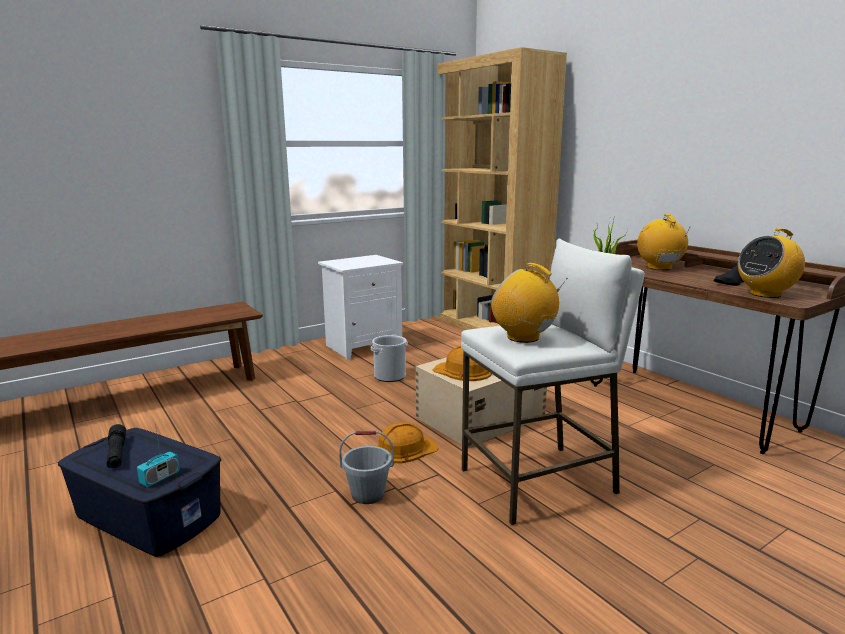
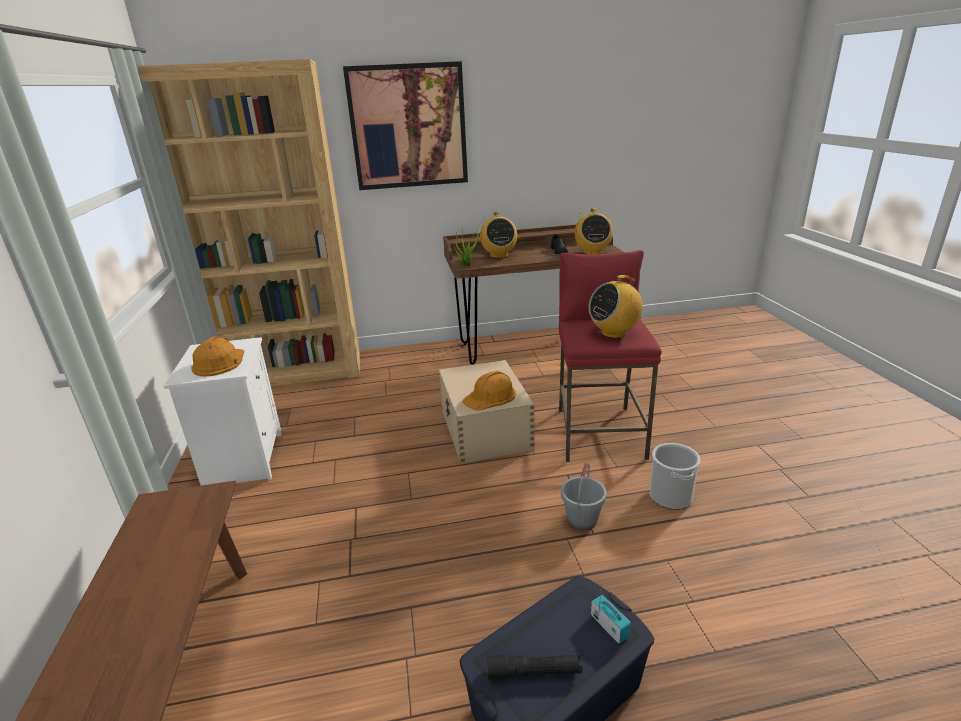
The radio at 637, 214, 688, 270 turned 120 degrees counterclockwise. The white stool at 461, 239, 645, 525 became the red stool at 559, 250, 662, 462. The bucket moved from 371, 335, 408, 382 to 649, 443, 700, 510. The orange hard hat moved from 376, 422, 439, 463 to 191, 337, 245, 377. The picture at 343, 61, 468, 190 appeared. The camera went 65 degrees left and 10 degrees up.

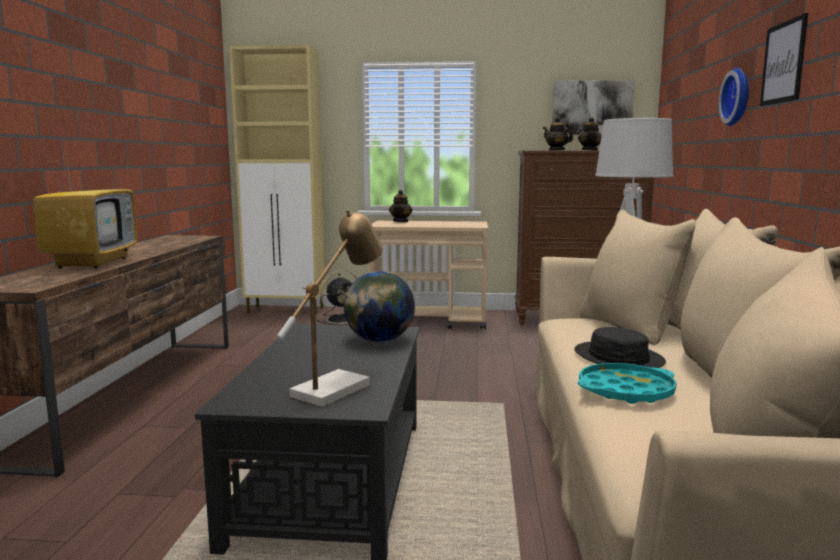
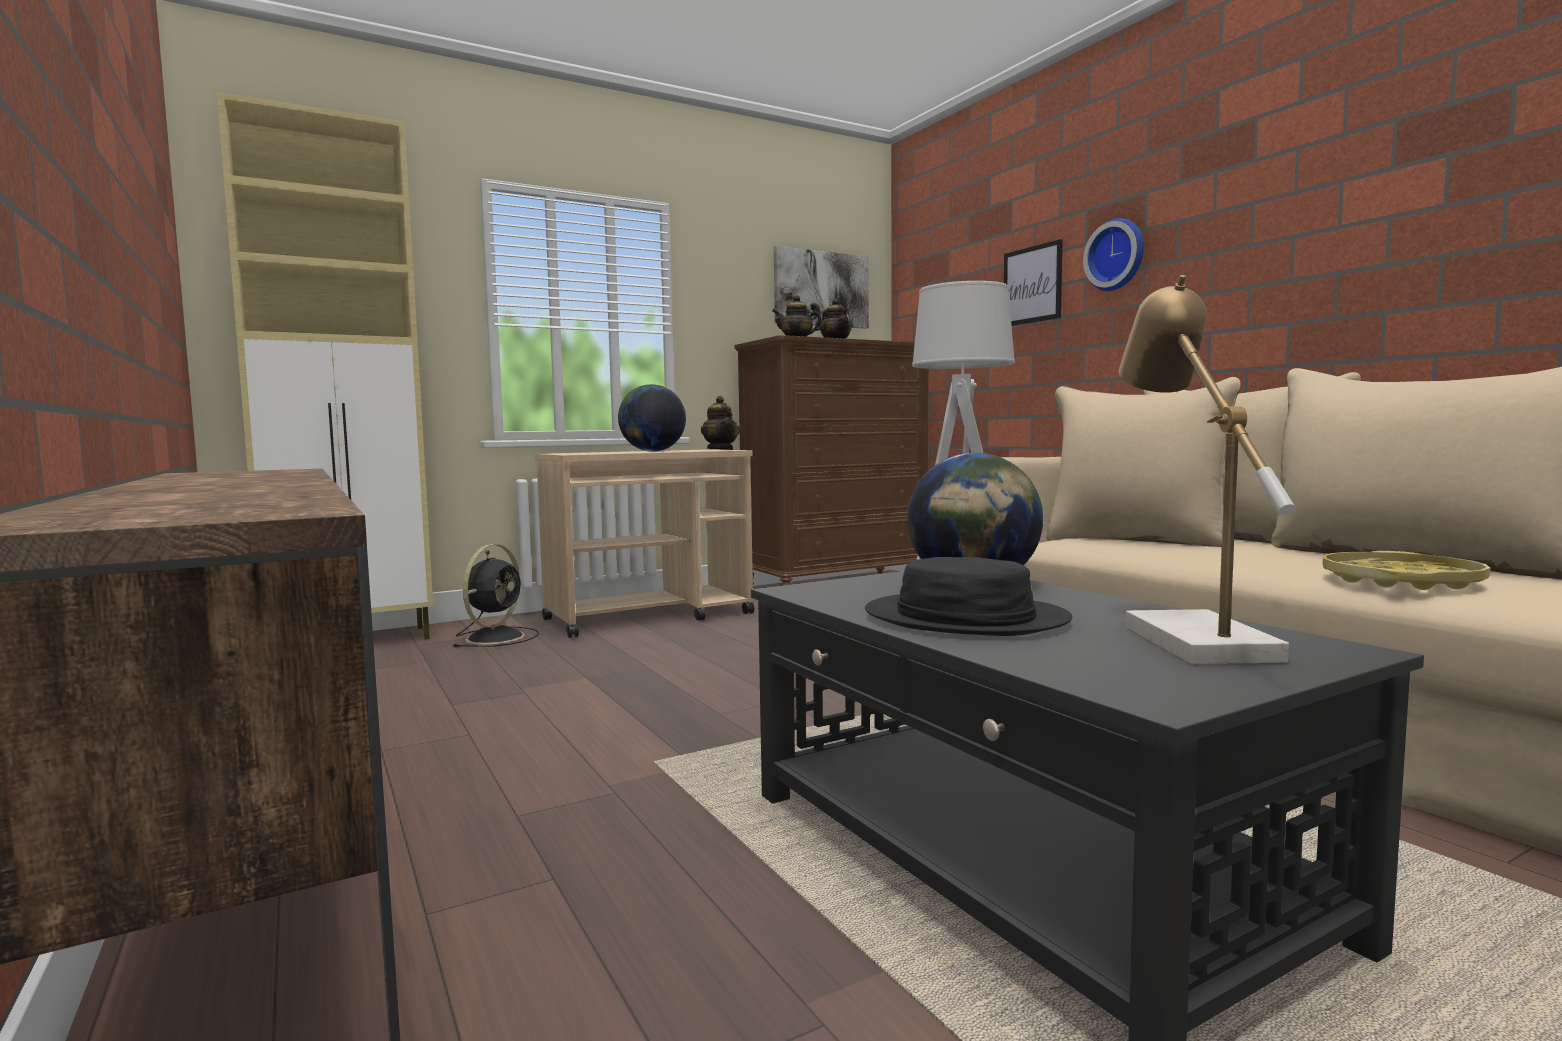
The picture moved from 760, 13, 808, 106 to 1004, 239, 1063, 326. The television at 33, 142, 137, 269 disappeared. The teapot moved from 389, 190, 412, 222 to 701, 396, 740, 450. The black hat moved from 574, 327, 666, 368 to 865, 557, 1072, 636. The turquoise tray at 578, 363, 677, 404 became the yellow tray at 1323, 551, 1490, 590. The globe at 618, 384, 686, 452 appeared. The camera went 35 degrees left and 5 degrees down.

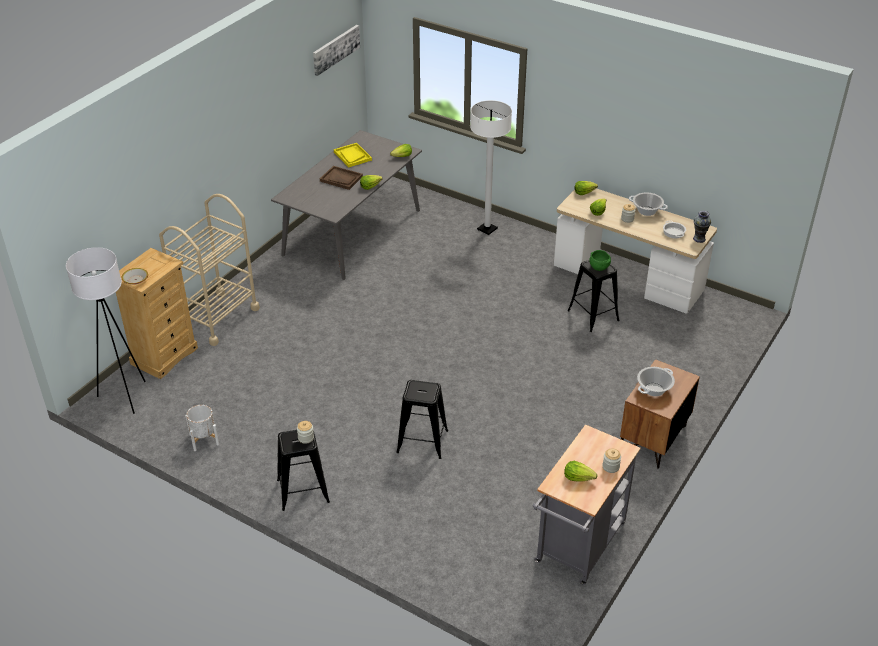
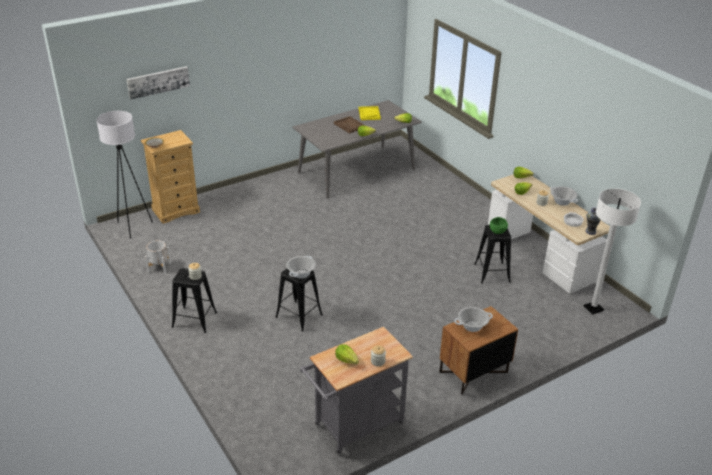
The picture moved from 313, 25, 360, 76 to 127, 66, 190, 100. The white floor lamp moved from 470, 100, 512, 235 to 584, 188, 641, 314. The beige cart at 159, 194, 260, 346 disappeared. The cooking pot at 286, 256, 316, 278 appeared. The camera went 25 degrees right and 5 degrees down.

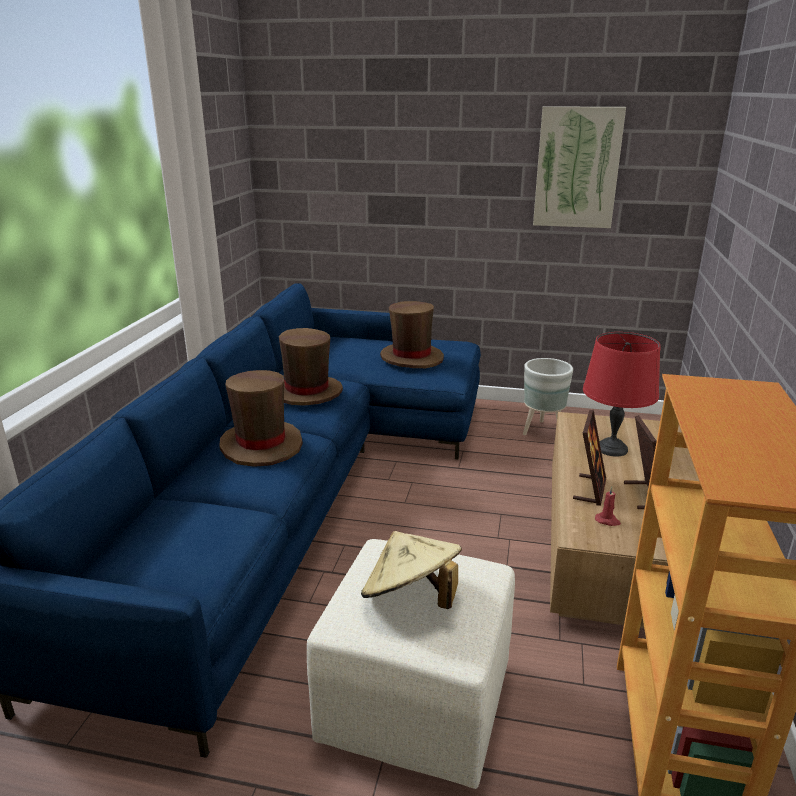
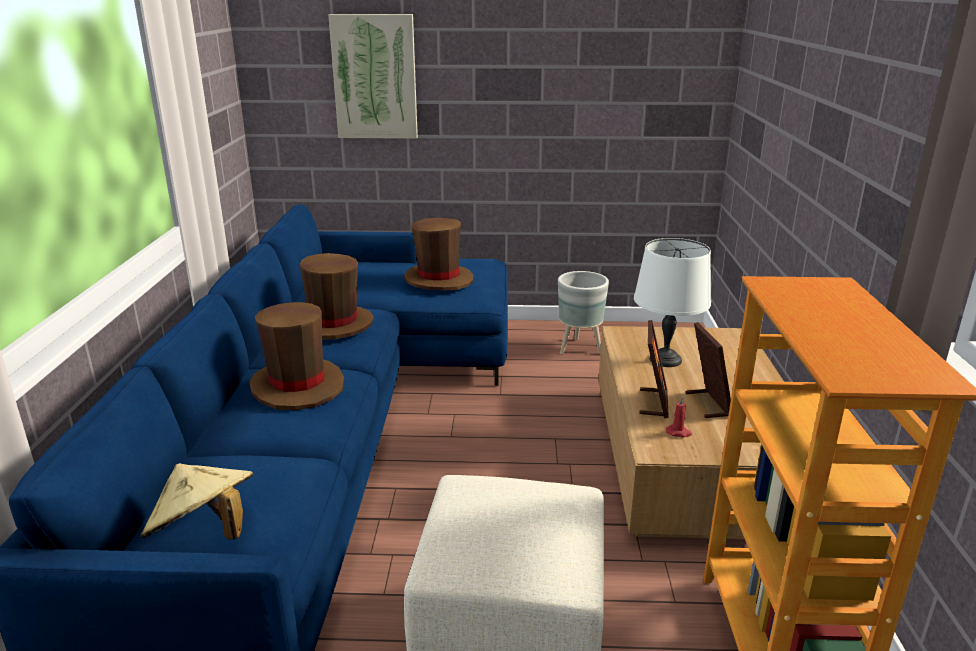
The picture moved from 533, 106, 626, 228 to 328, 14, 418, 139. The red table lamp at 583, 332, 660, 457 became the white table lamp at 634, 238, 711, 367. The beige hat moved from 361, 531, 462, 609 to 140, 463, 253, 540. The camera went 10 degrees left and 0 degrees up.

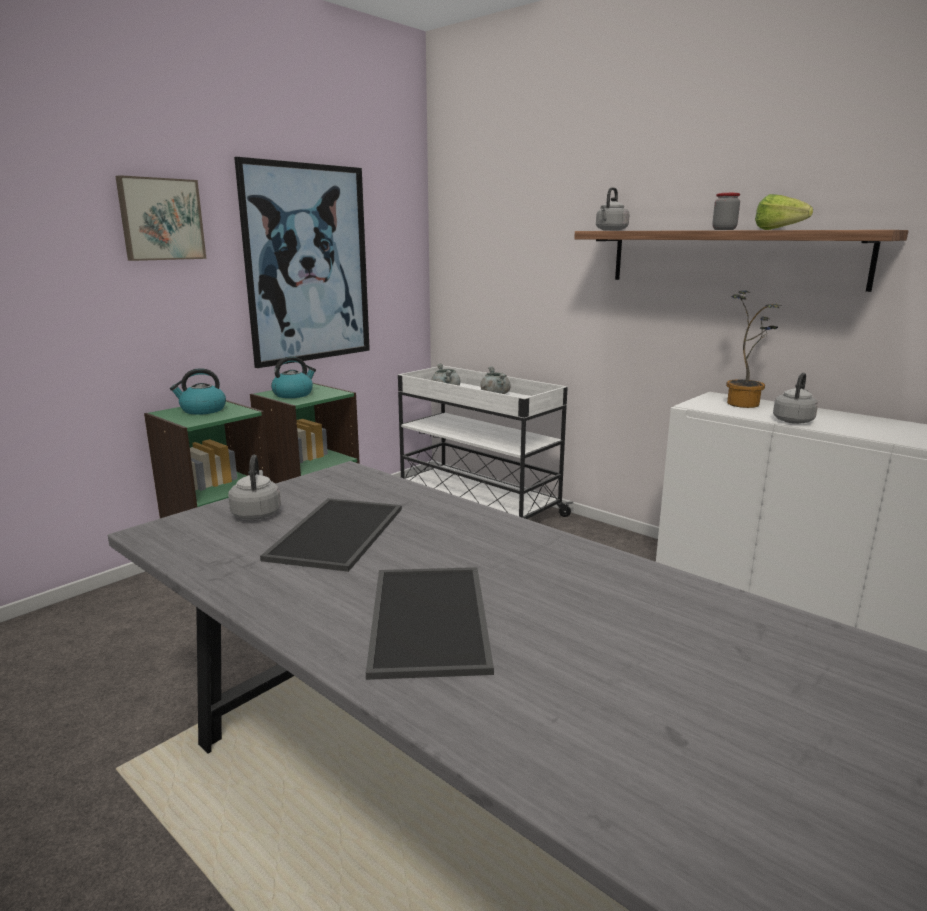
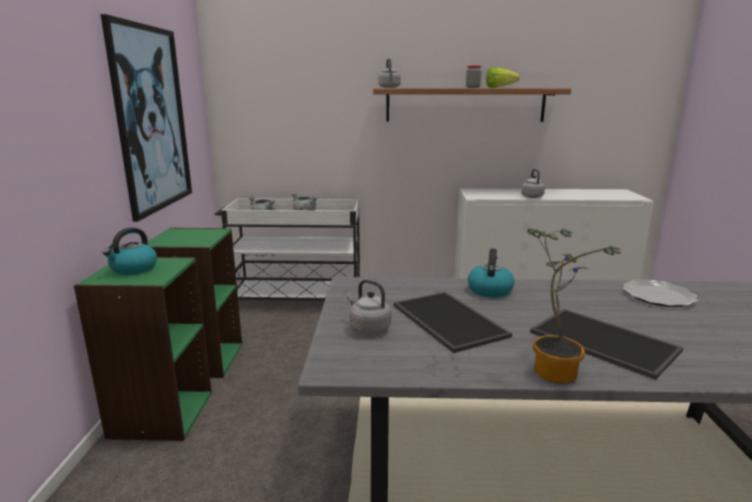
The picture at 115, 175, 206, 261 disappeared. The potted plant moved from 726, 290, 781, 408 to 527, 229, 621, 384. The kettle moved from 271, 356, 316, 398 to 468, 248, 515, 298. The plate at 623, 280, 698, 307 appeared. The camera went 40 degrees left and 0 degrees up.

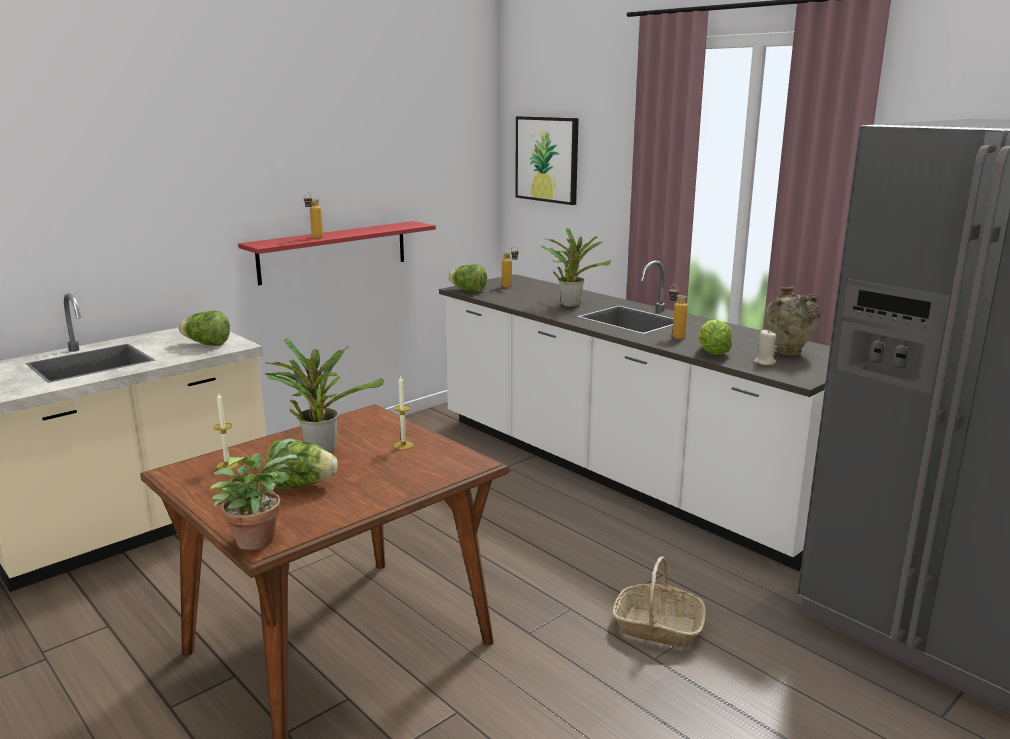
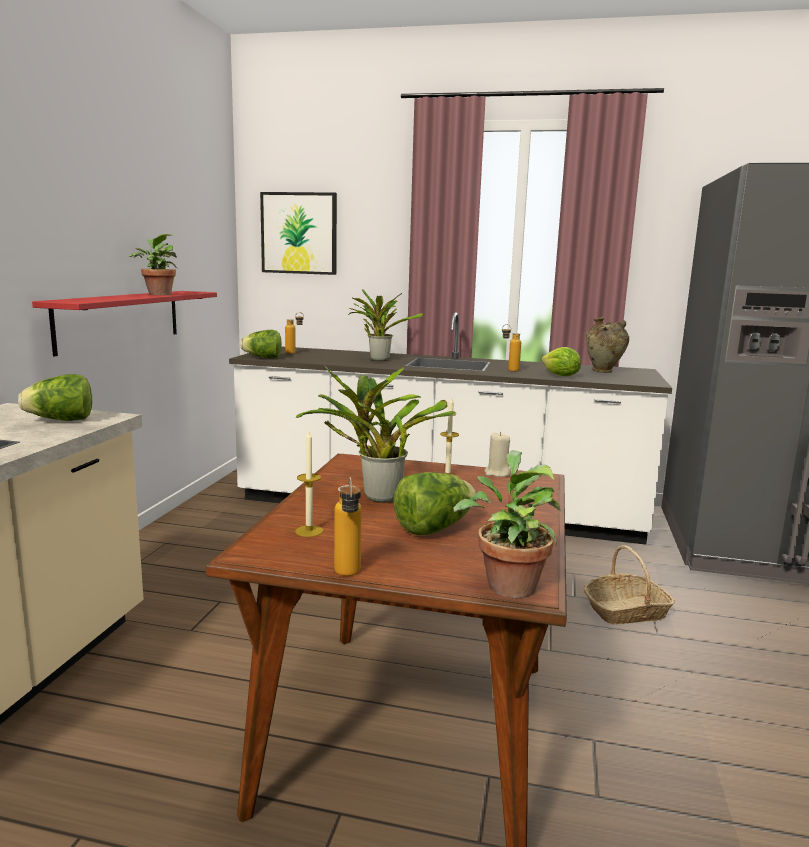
The bottle moved from 304, 192, 323, 238 to 334, 477, 362, 576. The beige candle moved from 753, 330, 777, 365 to 485, 432, 511, 477. The potted plant at 129, 234, 178, 295 appeared. The camera went 35 degrees left and 5 degrees down.

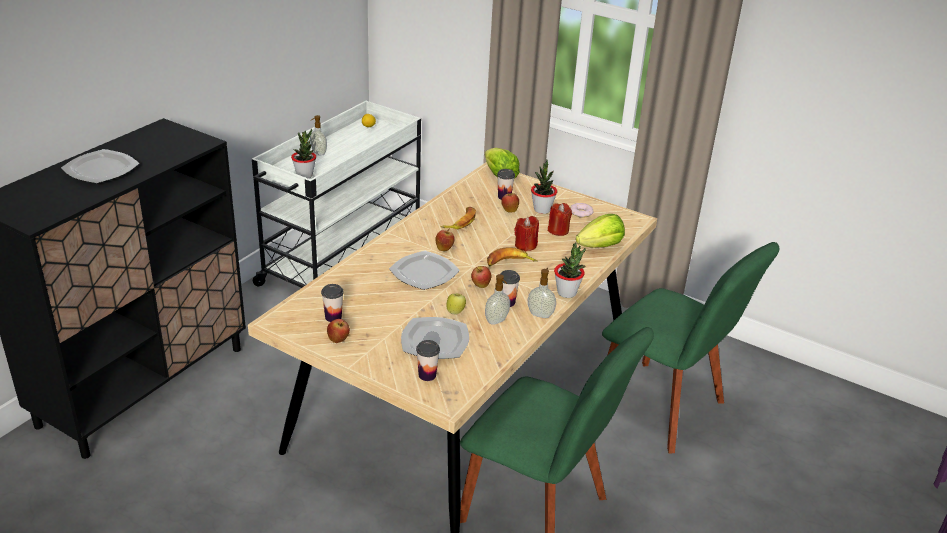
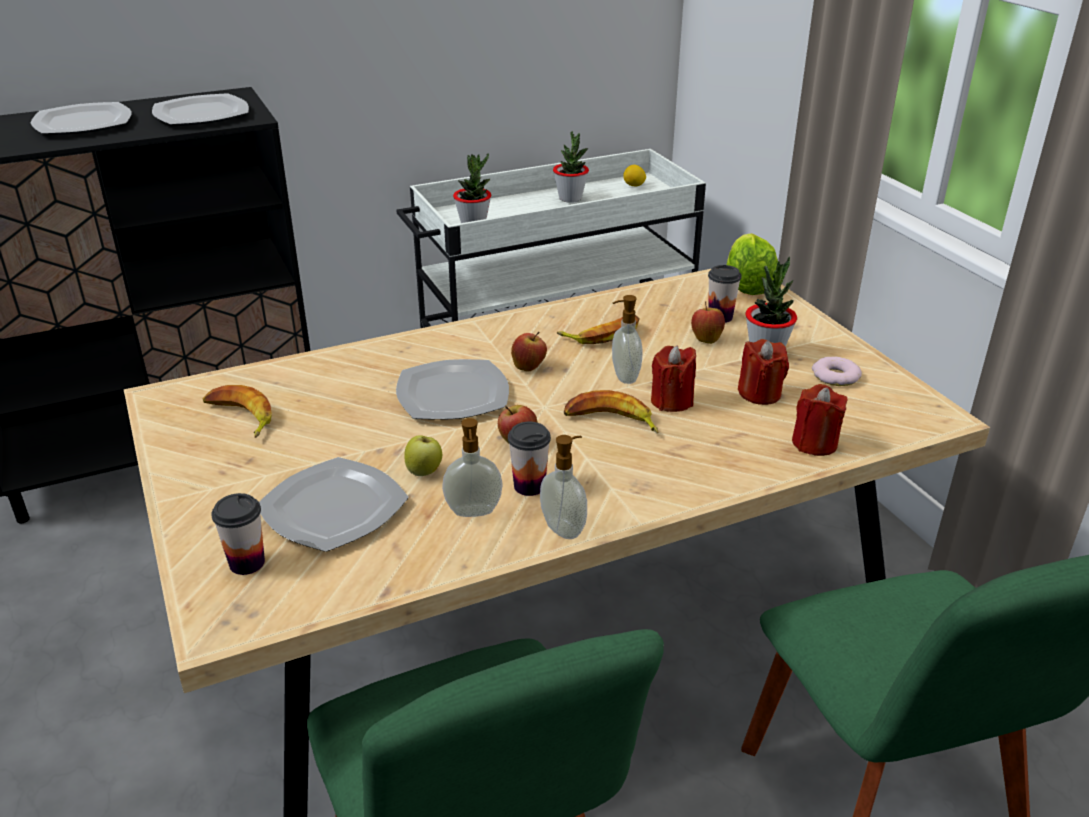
The soap dispenser moved from 310, 115, 327, 156 to 612, 295, 643, 384. The lettuce at 576, 214, 625, 248 was replaced by the red candle at 792, 384, 848, 456. The potted plant moved from 554, 243, 586, 298 to 553, 131, 589, 203. The cup at 321, 284, 344, 322 was replaced by the banana at 203, 385, 272, 438. The apple at 327, 319, 350, 343 disappeared. The plate at 152, 93, 249, 126 appeared. The camera went 35 degrees right and 0 degrees up.

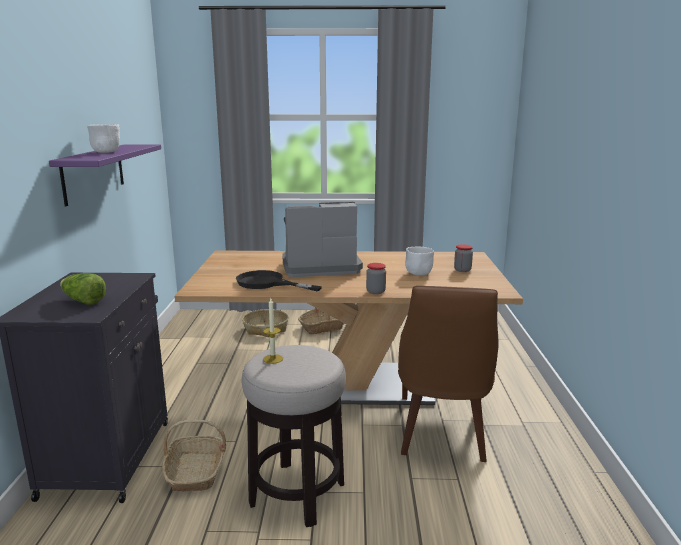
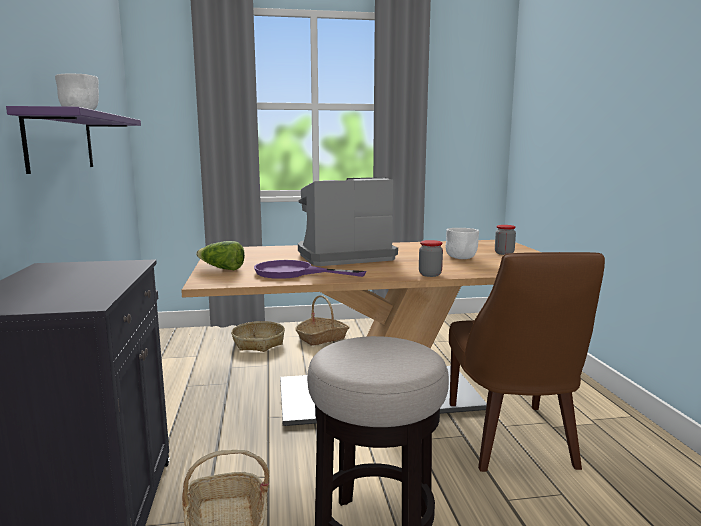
The black frying pan at 236, 270, 322, 292 became the purple frying pan at 254, 260, 366, 279. The lettuce moved from 60, 273, 106, 305 to 196, 241, 245, 271. The candle at 263, 298, 283, 364 disappeared. The camera went 10 degrees left and 5 degrees down.

